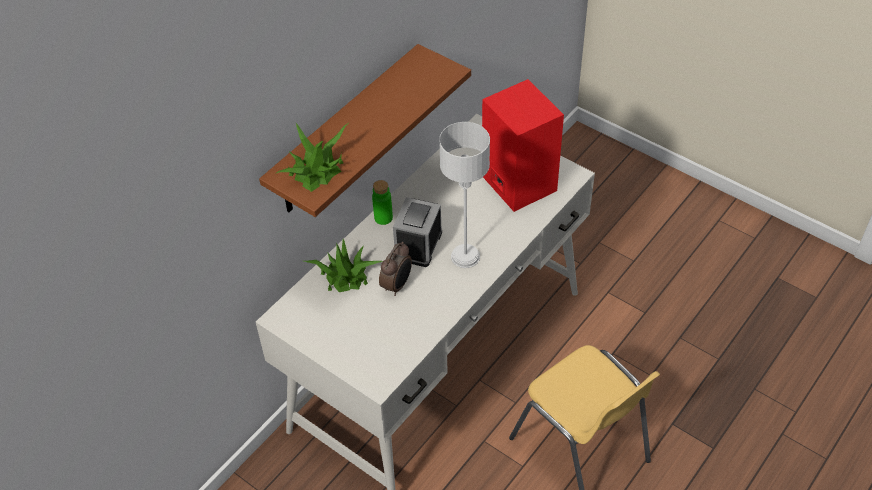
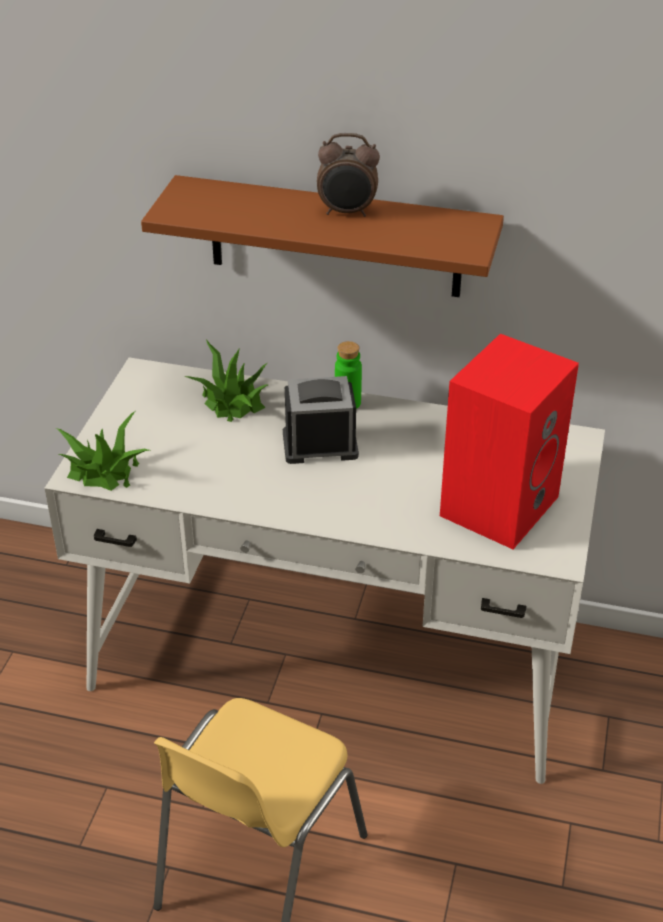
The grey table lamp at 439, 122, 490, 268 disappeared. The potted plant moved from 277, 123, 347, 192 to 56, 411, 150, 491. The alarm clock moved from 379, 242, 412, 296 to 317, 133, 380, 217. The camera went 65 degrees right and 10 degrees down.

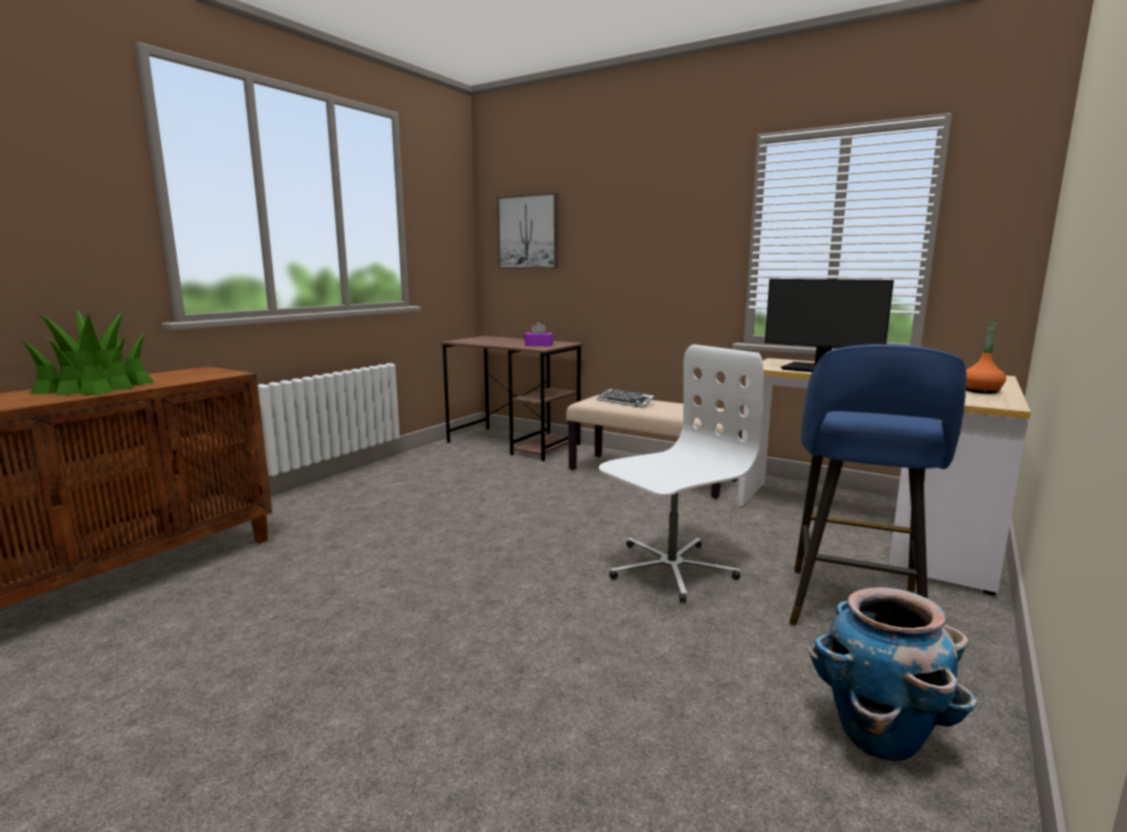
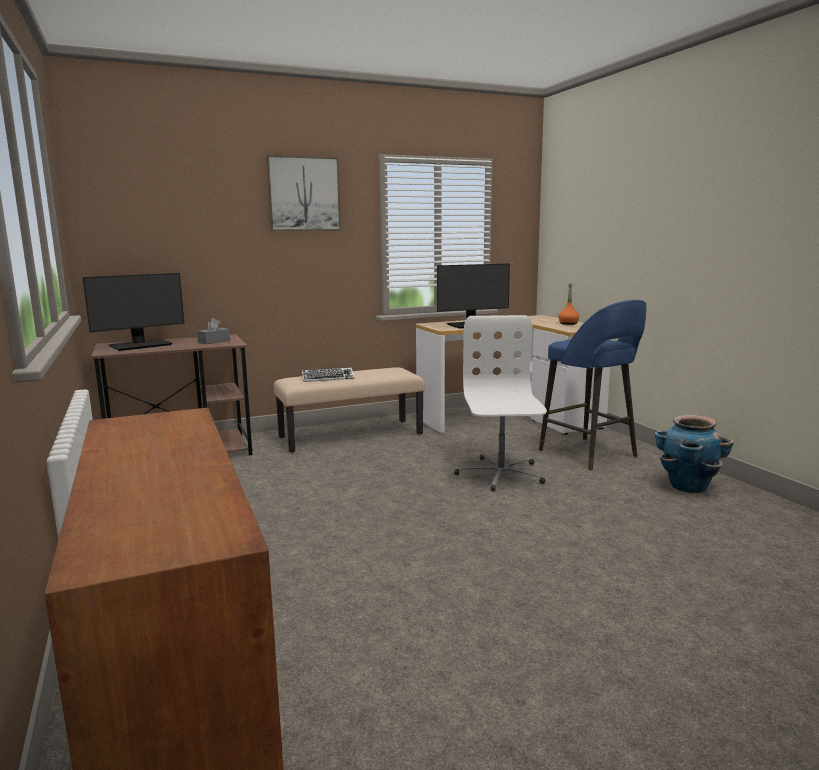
The picture moved from 497, 193, 558, 268 to 266, 155, 341, 231. The potted plant at 19, 310, 154, 396 disappeared. The purple tissue box at 524, 322, 553, 346 became the grey tissue box at 197, 318, 230, 344. The monitor at 82, 273, 185, 351 appeared. The camera went 55 degrees left and 0 degrees up.

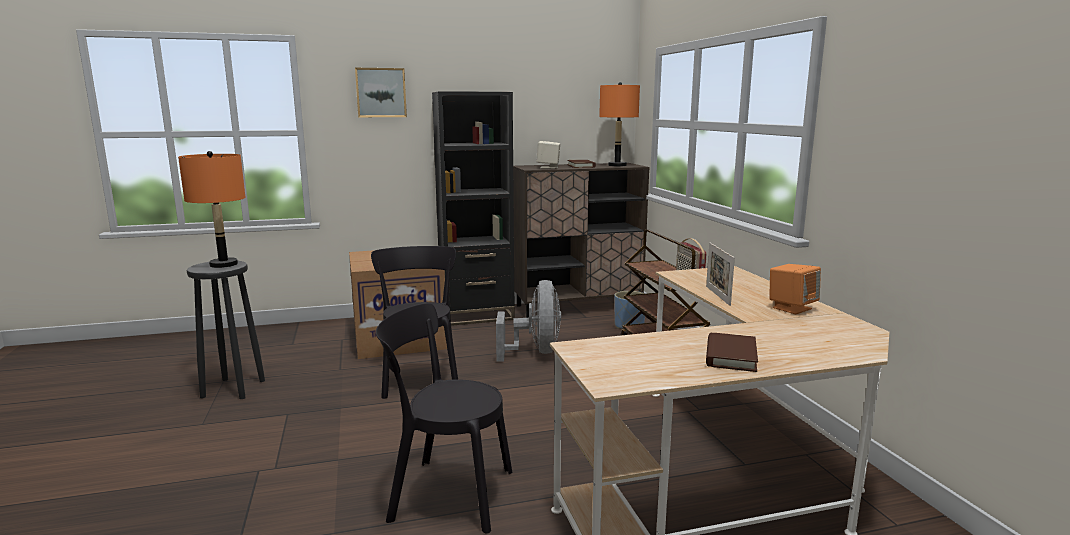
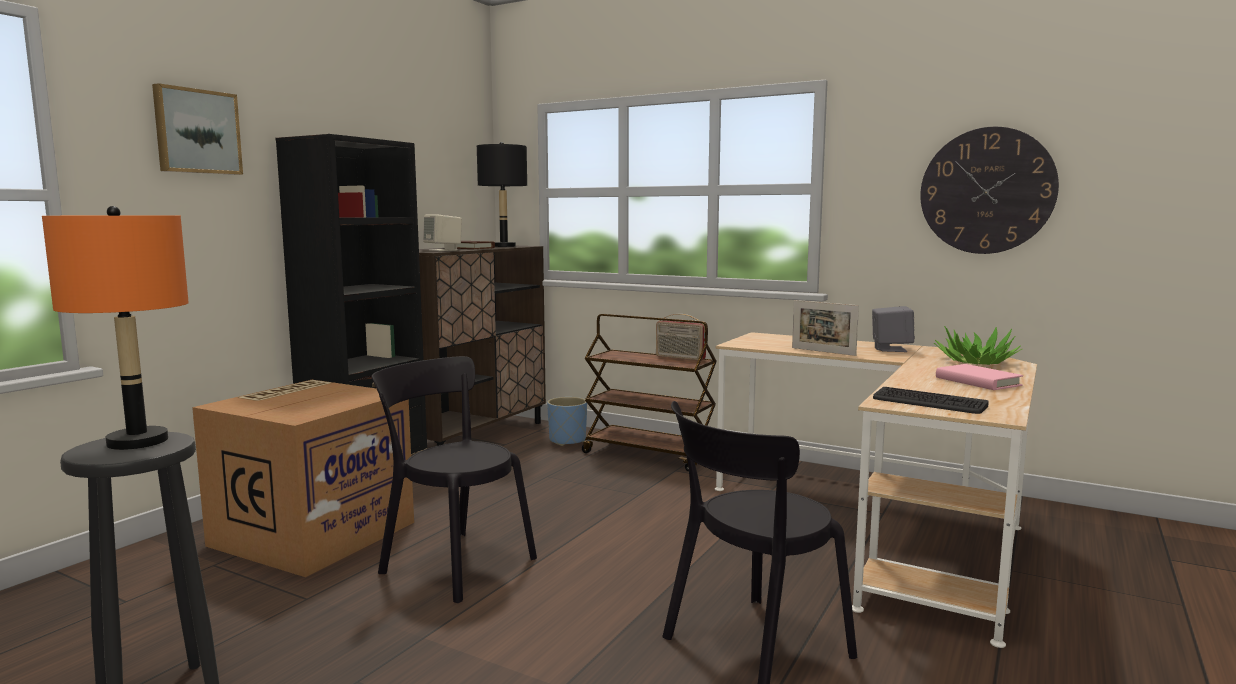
The orange table lamp at 599, 82, 640, 166 became the black table lamp at 477, 142, 527, 247. The orange speaker at 769, 264, 821, 314 became the grey speaker at 872, 306, 915, 352. The grey fan at 496, 280, 561, 361 disappeared. The brown book at 706, 333, 758, 372 became the pink book at 936, 364, 1023, 390. The wall clock at 920, 127, 1059, 254 appeared. The potted plant at 934, 326, 1022, 365 appeared. The keyboard at 873, 387, 989, 414 appeared. The camera went 45 degrees left and 5 degrees down.

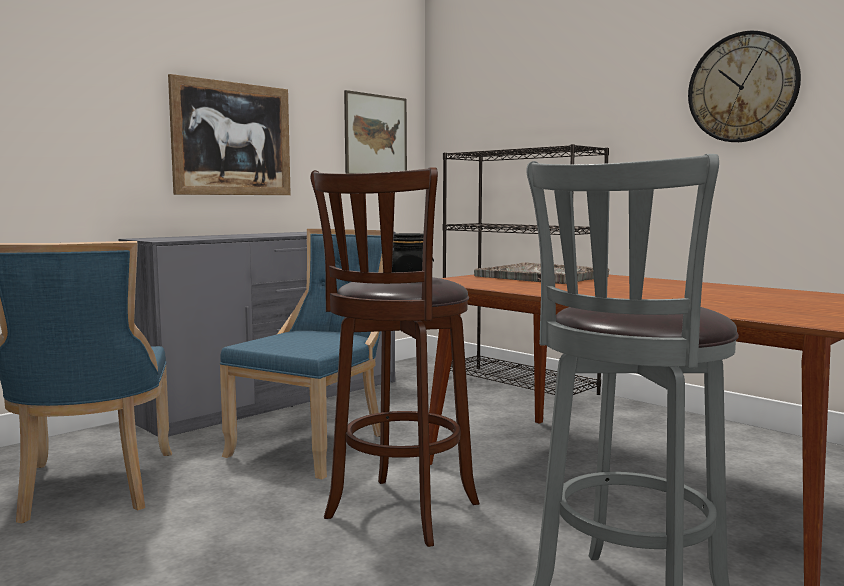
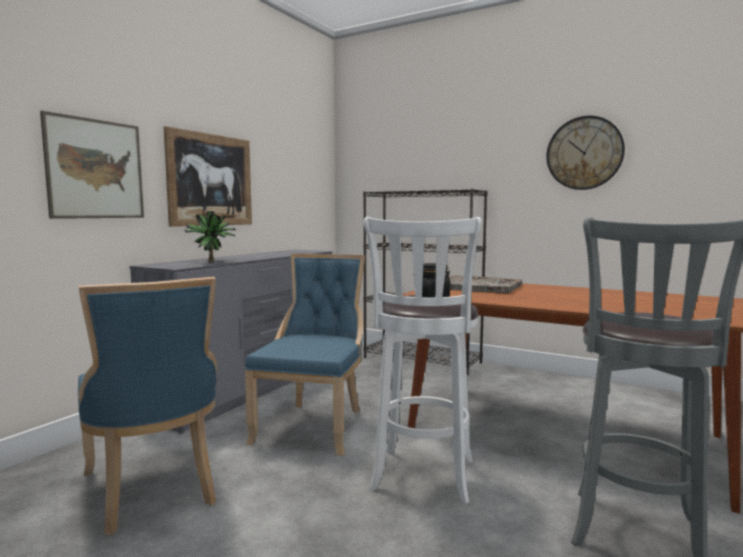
The picture moved from 344, 90, 407, 174 to 40, 111, 144, 219. The brown stool at 310, 167, 480, 547 became the white stool at 364, 217, 482, 504. The potted plant at 185, 211, 236, 262 appeared. The camera went 15 degrees left and 0 degrees up.

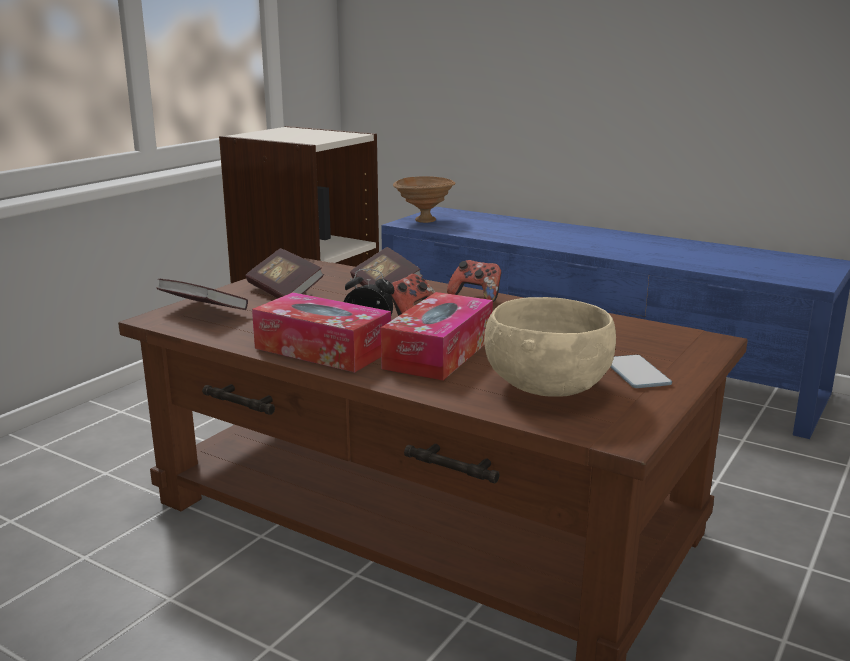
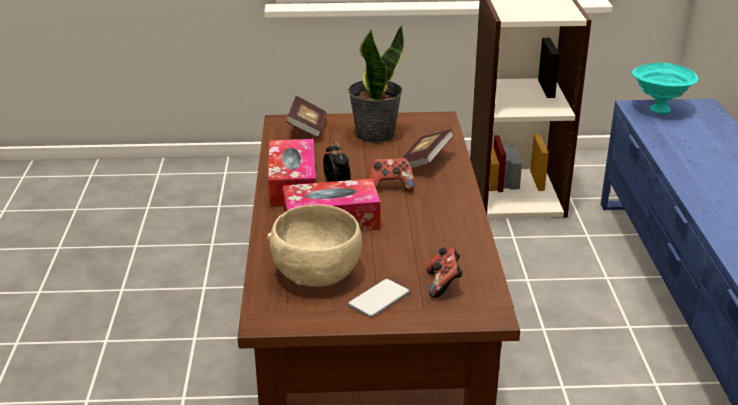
The brown bowl at 393, 176, 456, 223 became the turquoise bowl at 632, 63, 699, 114. The book at 246, 248, 324, 299 was replaced by the potted plant at 348, 25, 404, 143. The game controller moved from 447, 260, 501, 302 to 426, 247, 463, 298. The camera went 55 degrees right and 10 degrees up.

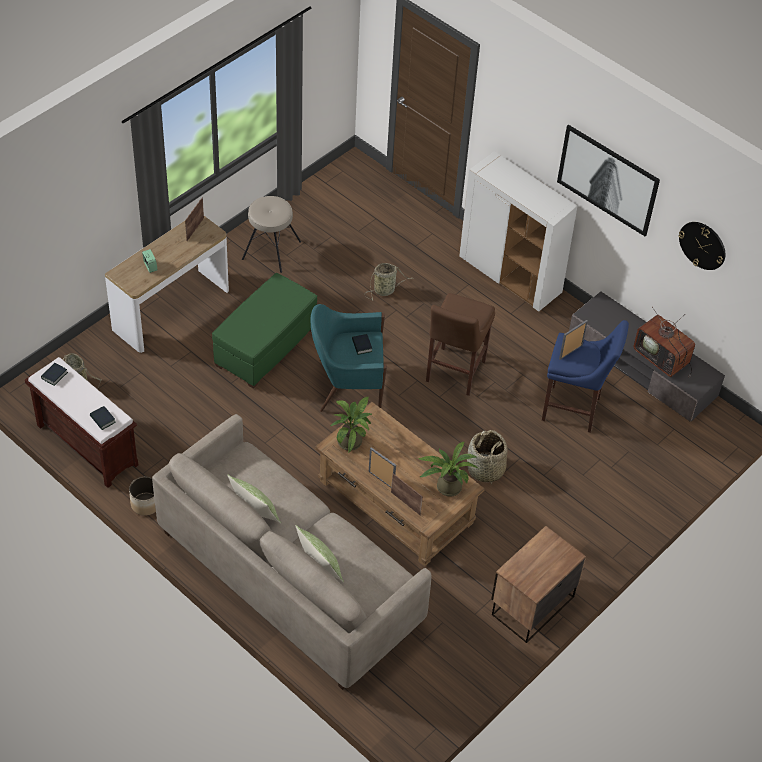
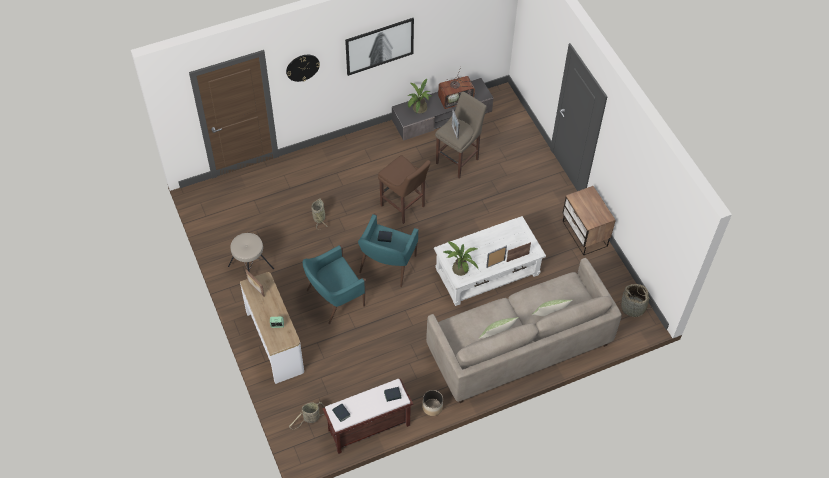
The white cabinet at 459, 151, 577, 312 disappeared. The wall clock moved from 678, 222, 725, 270 to 286, 55, 320, 82. The green ottoman at 212, 273, 317, 389 was replaced by the turquoise armchair at 303, 245, 366, 324. The blue stool at 542, 320, 629, 433 became the beige stool at 435, 92, 487, 179. The brown coffee table at 315, 402, 485, 566 became the white coffee table at 434, 216, 546, 306. The basket moved from 467, 430, 508, 485 to 618, 284, 654, 317. The potted plant moved from 418, 442, 478, 497 to 408, 79, 431, 114. The camera went 65 degrees left and 5 degrees up.

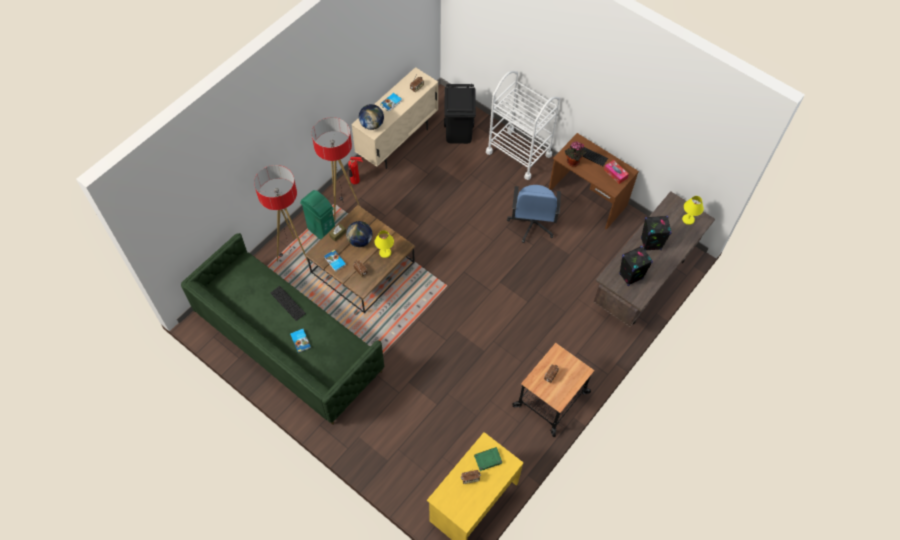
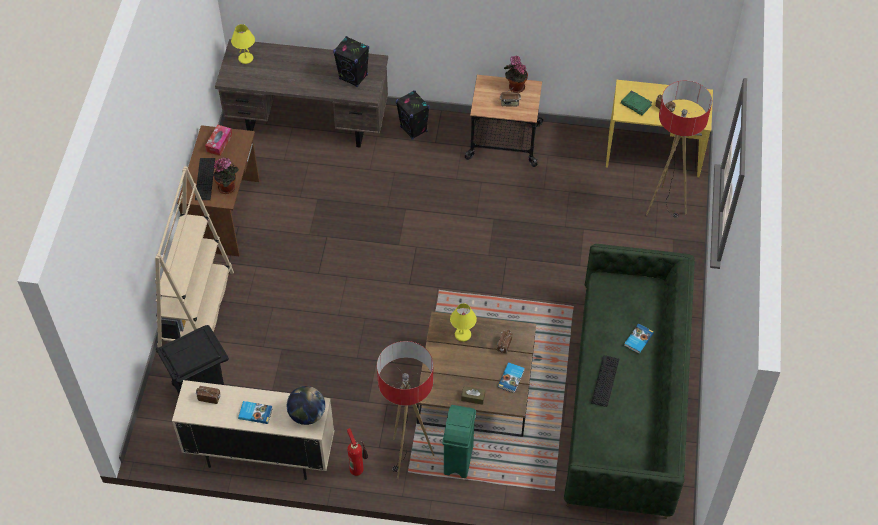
The white cart at 486, 71, 560, 180 was replaced by the beige bookcase at 155, 166, 234, 347. The floor lamp moved from 254, 165, 308, 262 to 646, 81, 712, 218. The blue office chair at 507, 185, 561, 243 disappeared. The black speaker moved from 641, 216, 672, 251 to 396, 90, 430, 140. The globe at 346, 221, 372, 247 disappeared. The potted plant at 504, 56, 528, 93 appeared. The camera went 120 degrees left and 5 degrees down.

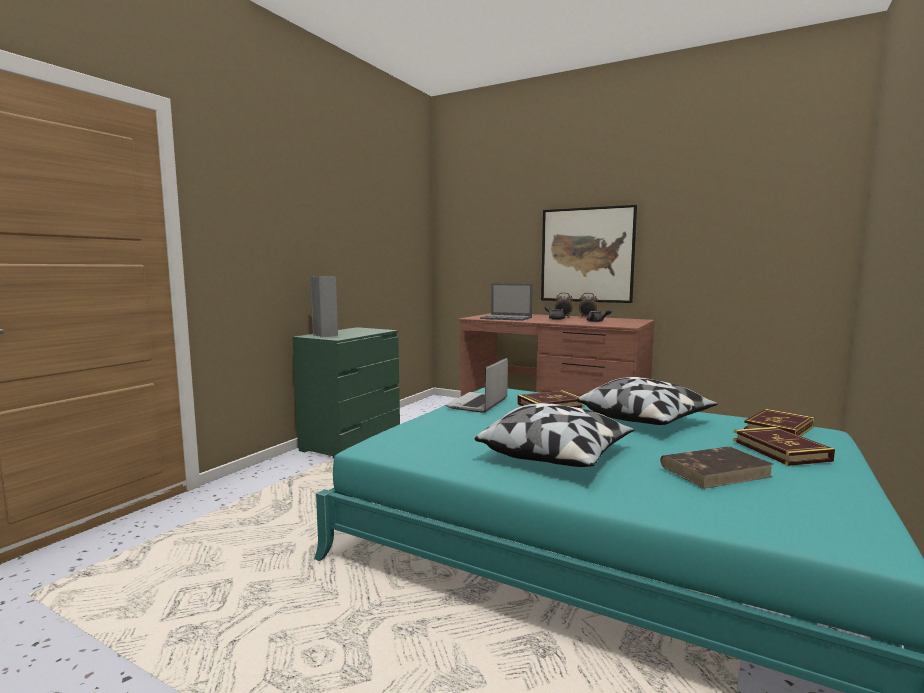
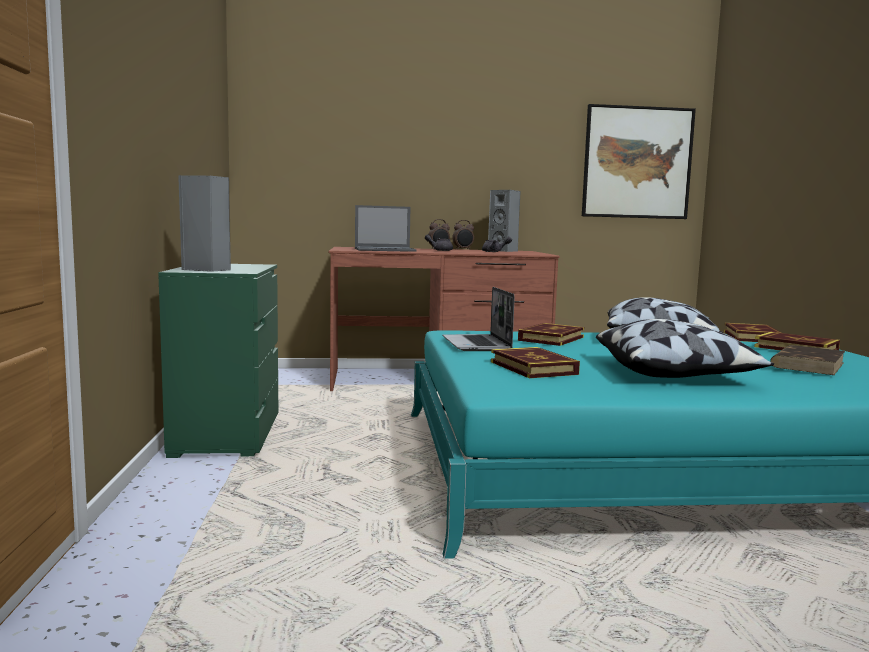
The picture moved from 541, 205, 637, 303 to 582, 104, 696, 219. The grey speaker at 488, 190, 521, 252 appeared. The book at 491, 347, 580, 378 appeared. The camera went 35 degrees left and 0 degrees up.

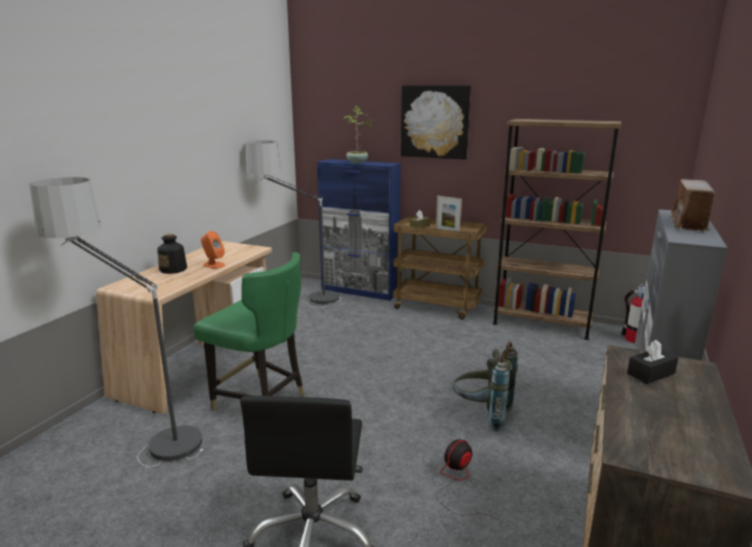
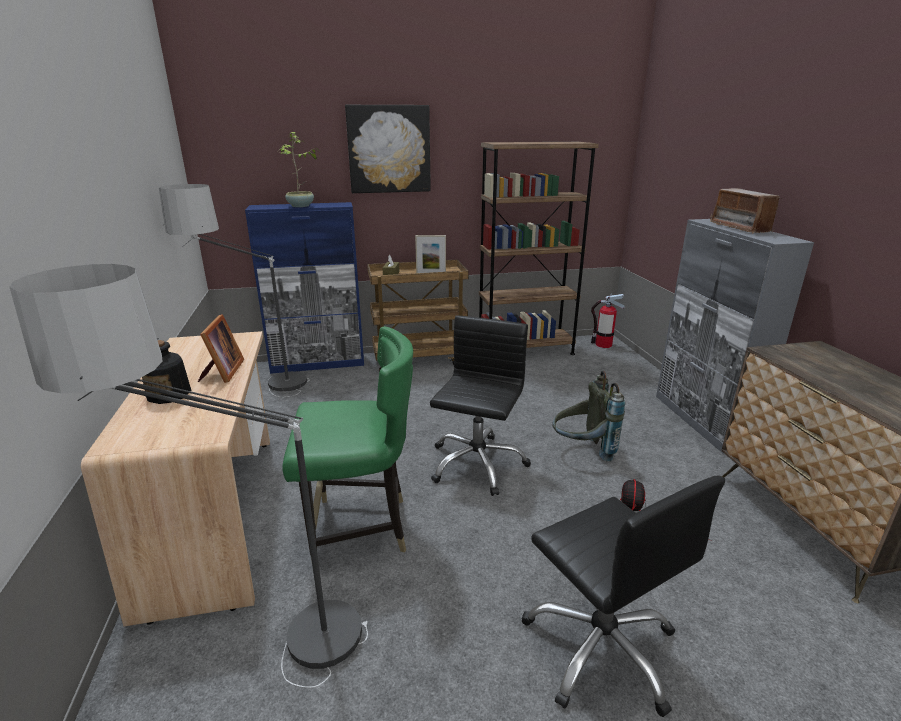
The orange speaker at 201, 231, 225, 269 was replaced by the picture frame at 198, 314, 244, 383. The black tissue box at 627, 339, 678, 384 disappeared. The black office chair at 430, 315, 531, 496 appeared. The camera went 35 degrees left and 5 degrees up.

